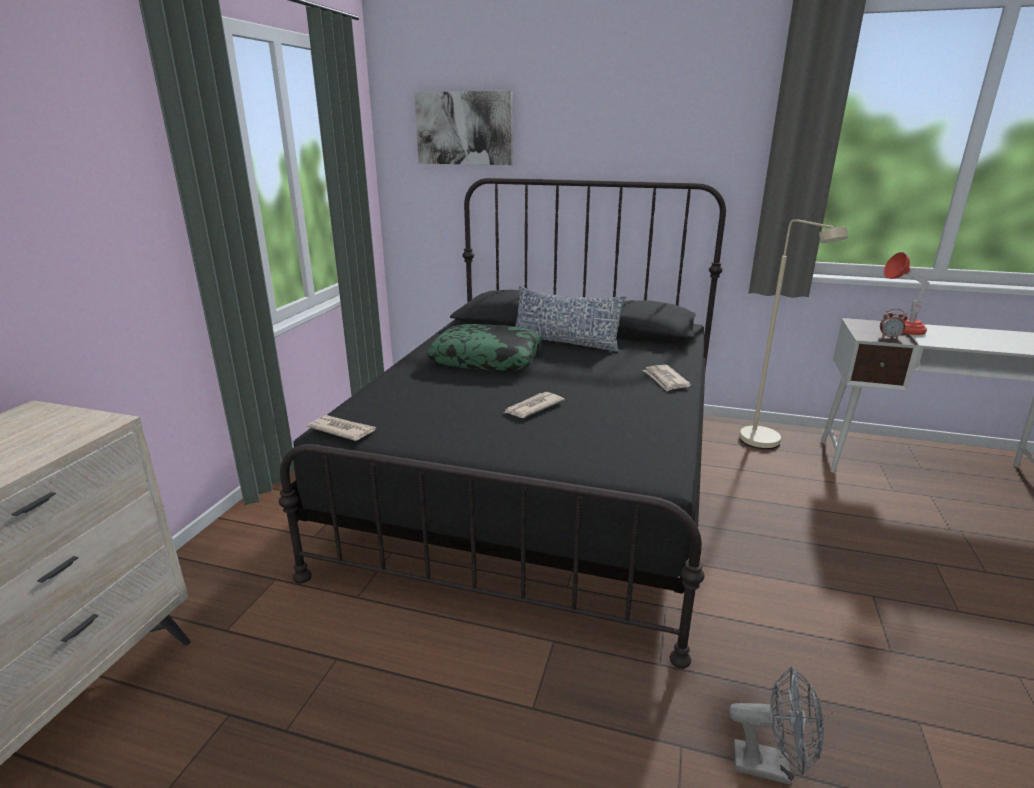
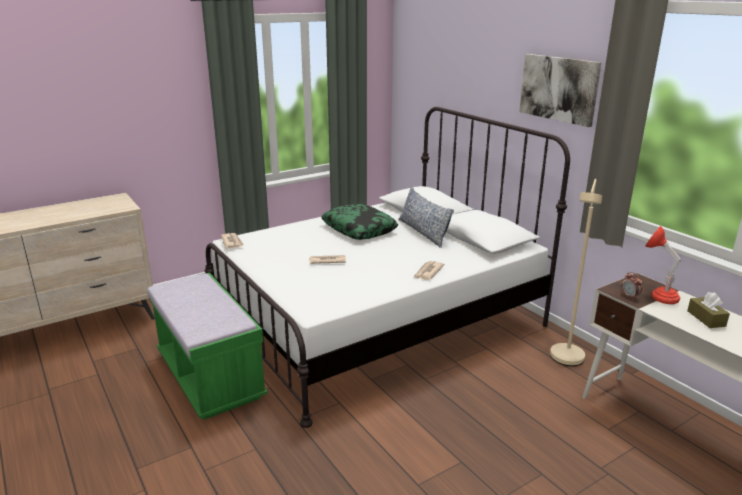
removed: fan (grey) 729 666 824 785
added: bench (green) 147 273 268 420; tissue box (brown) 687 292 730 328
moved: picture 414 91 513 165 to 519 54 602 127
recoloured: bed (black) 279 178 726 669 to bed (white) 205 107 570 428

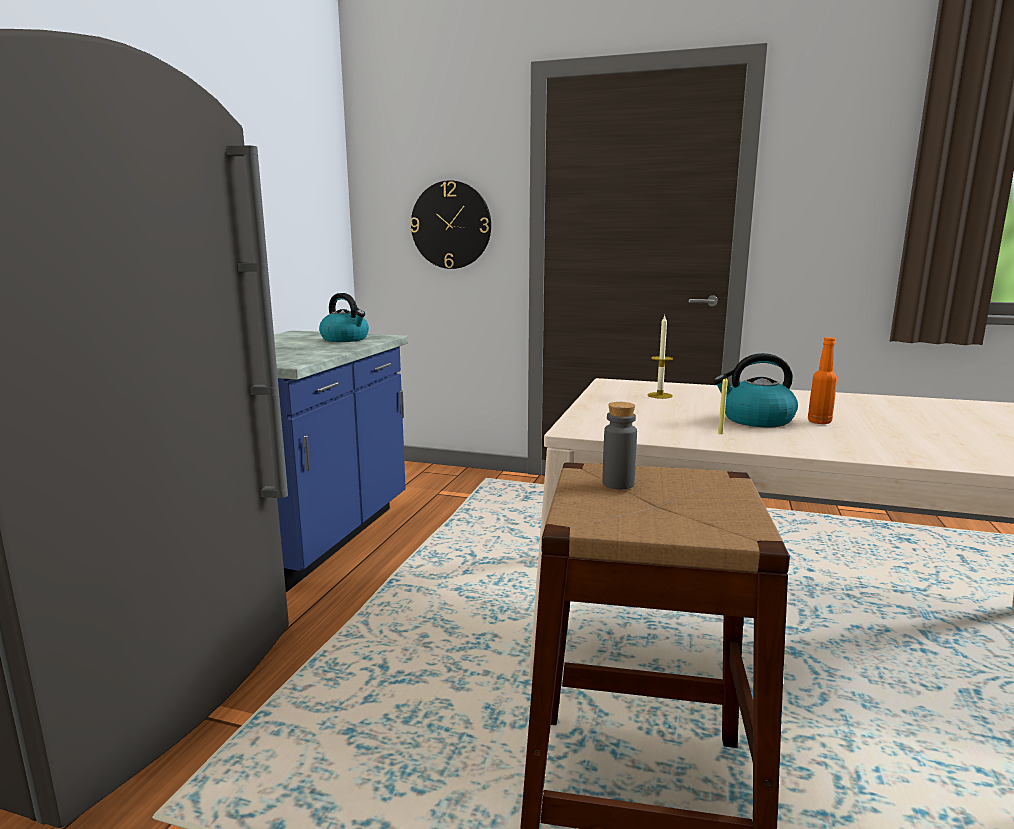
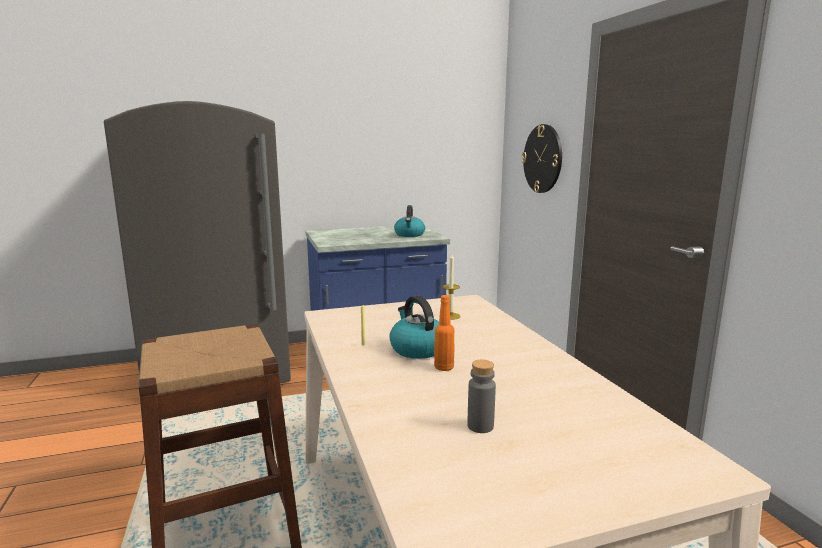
moved: bottle (grey) 602 402 637 489 to 467 360 496 433

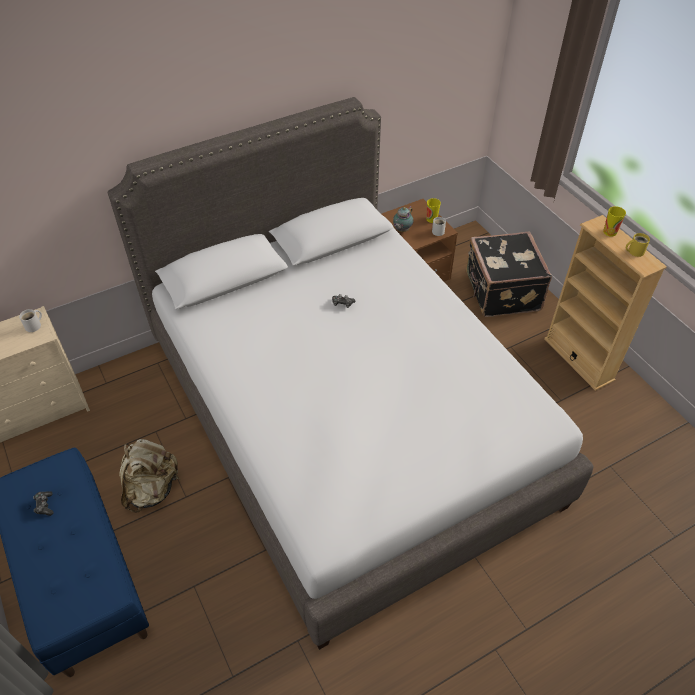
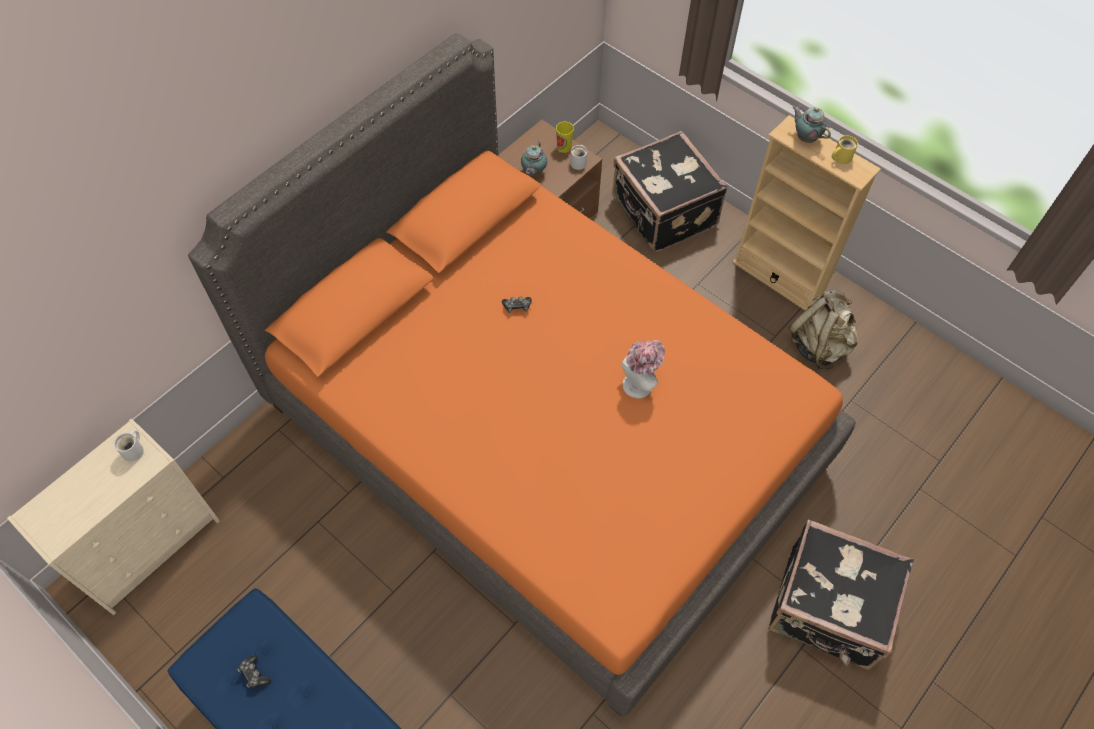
added: hat 622 340 665 399; suitcase (black) 768 520 914 670
moved: backpack (beige) 119 439 180 512 to 789 290 858 370
replaced: cup 603 206 626 237 to teapot 793 105 831 143
recoloured: bed (grey) 108 97 594 650 to bed (orange) 188 33 856 716

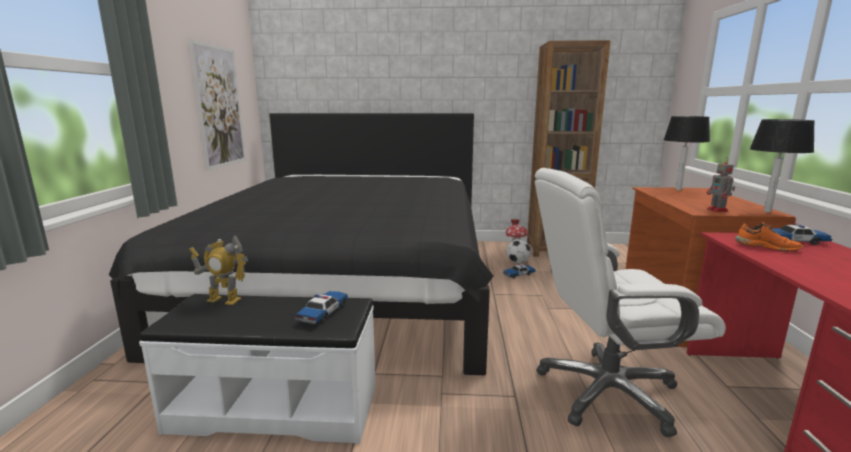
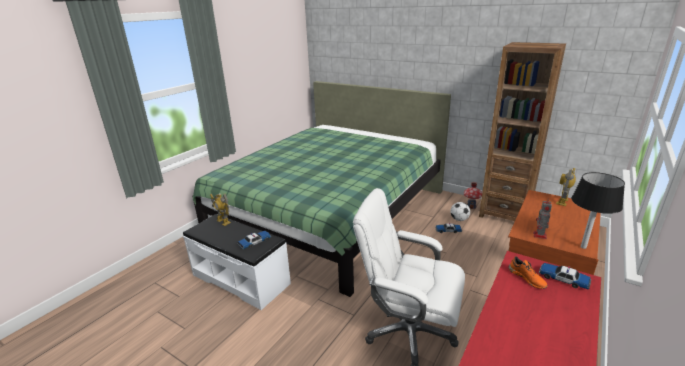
removed: picture 189 39 246 171
replaced: table lamp (black) 664 116 710 190 to toy robot 556 168 576 206
recoloured: bed (black) 109 113 494 375 to bed (green) 193 81 451 297

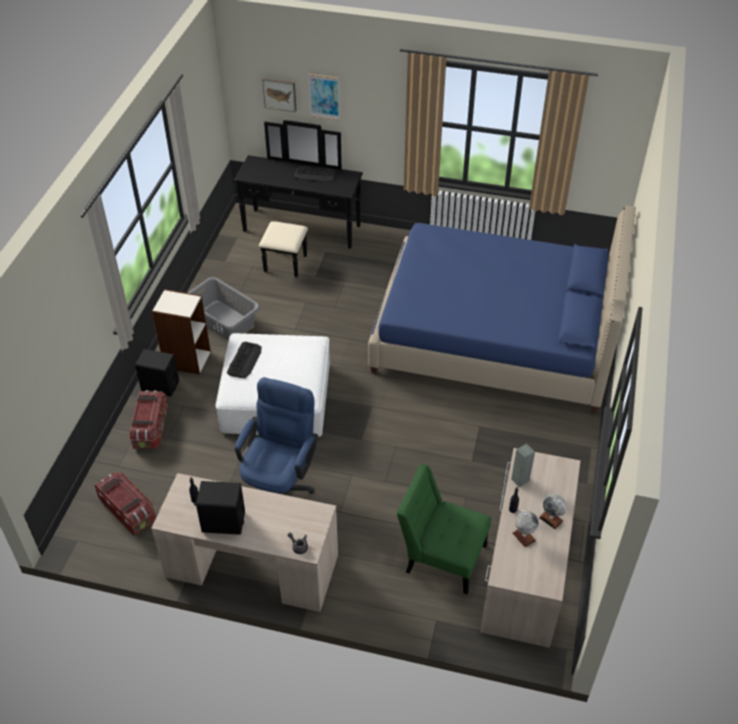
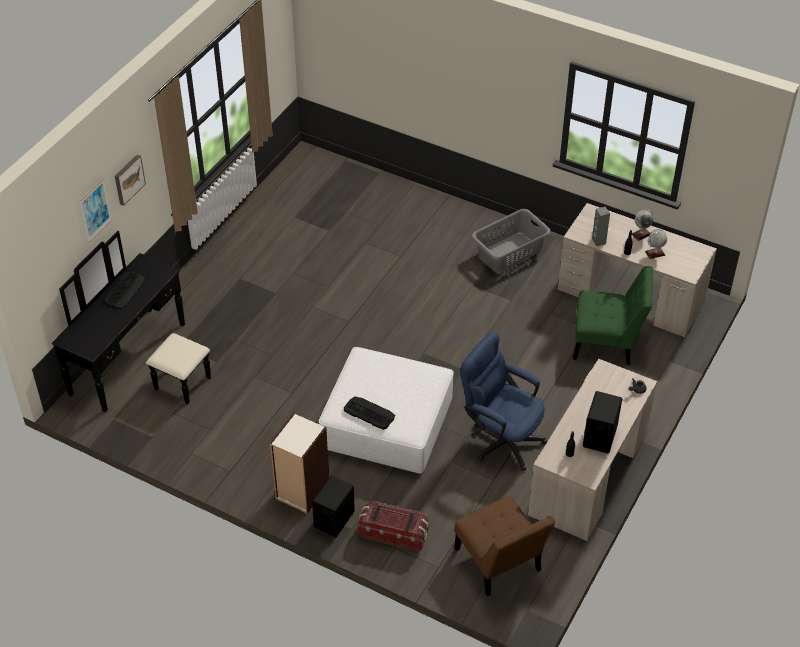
removed: bed (blue) 368 206 636 413
moved: picture 262 78 296 112 to 115 155 146 206; laundry basket (grey) 188 277 260 341 to 471 209 551 272
replaced: storage box 94 472 155 536 to chair (brown) 454 496 555 596
turned: chair (green) 397 464 491 594 = 573 266 653 365 120 degrees counterclockwise

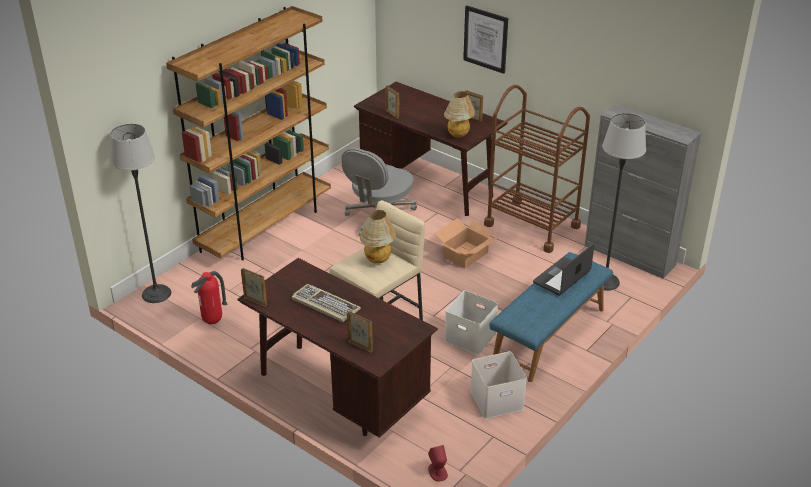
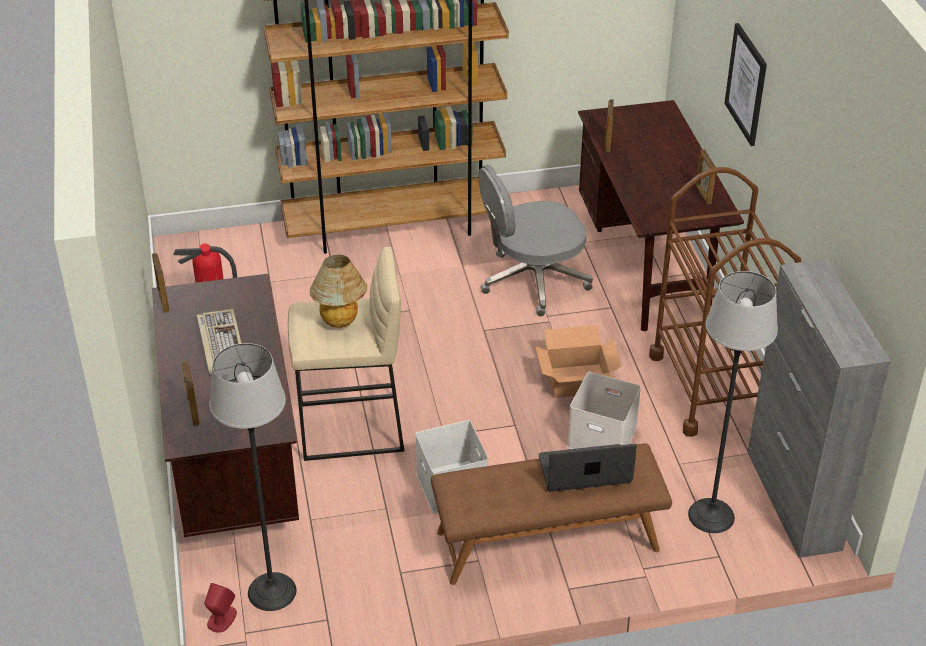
removed: table lamp 444 91 476 138
moved: floor lamp 110 124 171 303 to 210 343 297 611; storage box (white) 470 351 527 419 to 567 372 641 449
recoloured: bench (blue) 489 252 613 382 to bench (brown) 431 443 672 585

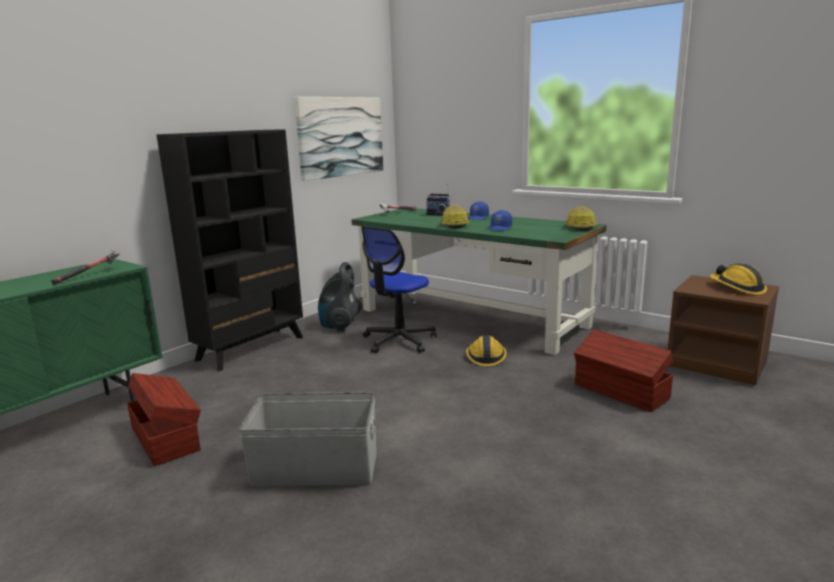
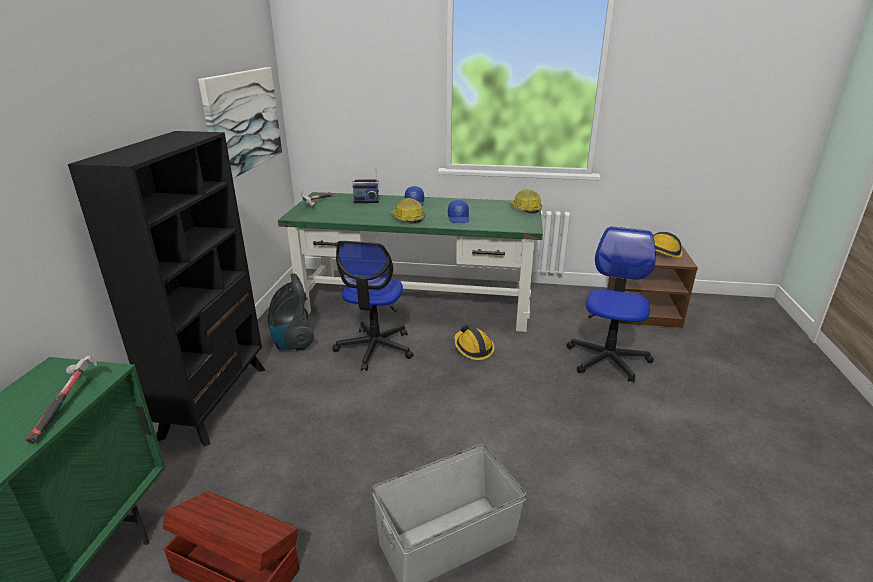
replaced: storage box (brown) 574 330 673 412 to office chair 566 226 656 383

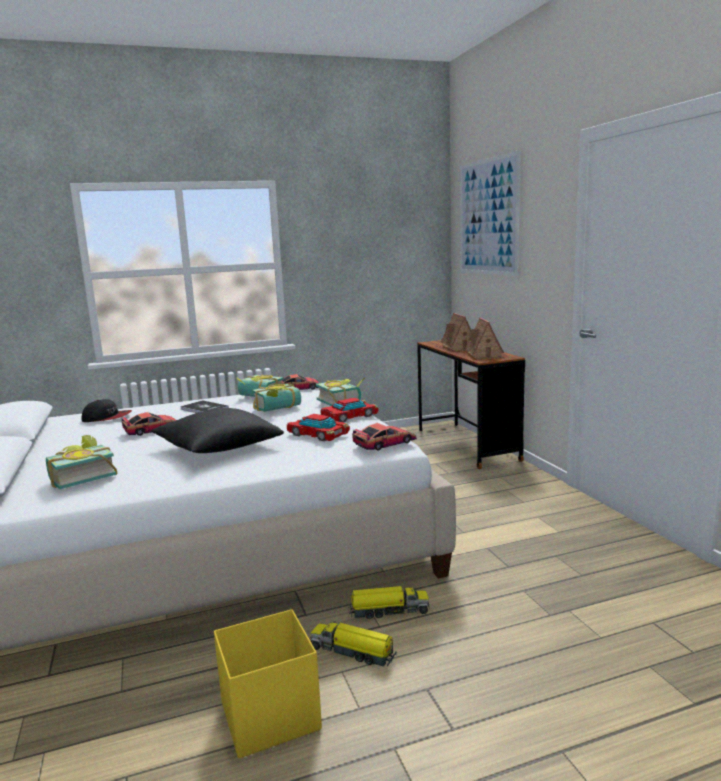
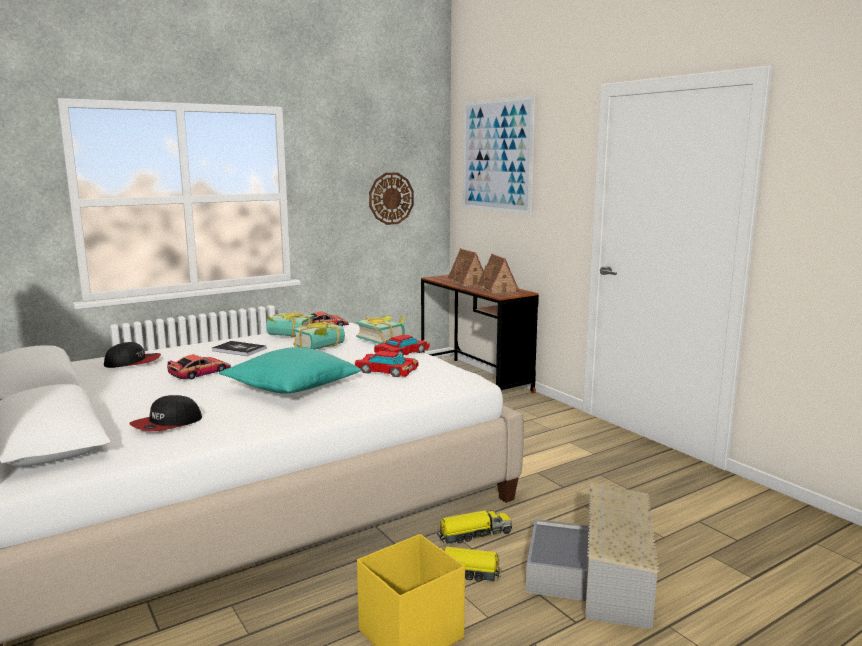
removed: toy car 352 423 417 451
added: wall clock 369 173 414 225; storage box (grey) 526 482 659 629
replaced: book 46 435 117 489 to cap 130 395 202 431
recoloured: pillow (black) 151 408 284 453 to pillow (turquoise) 219 347 361 394

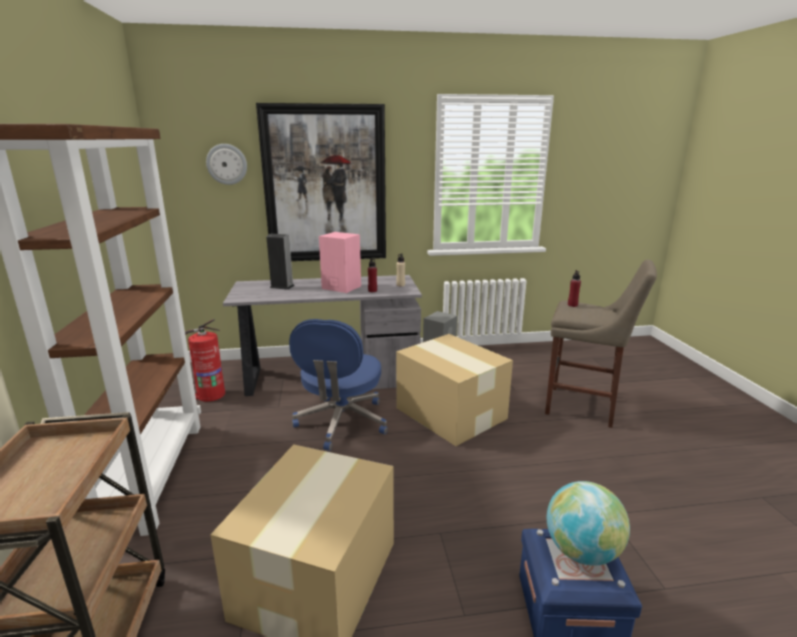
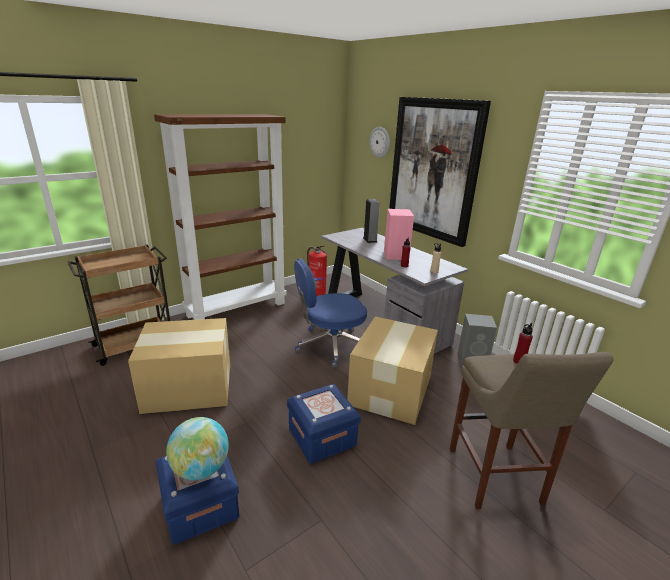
added: storage box (blue) 287 384 361 464

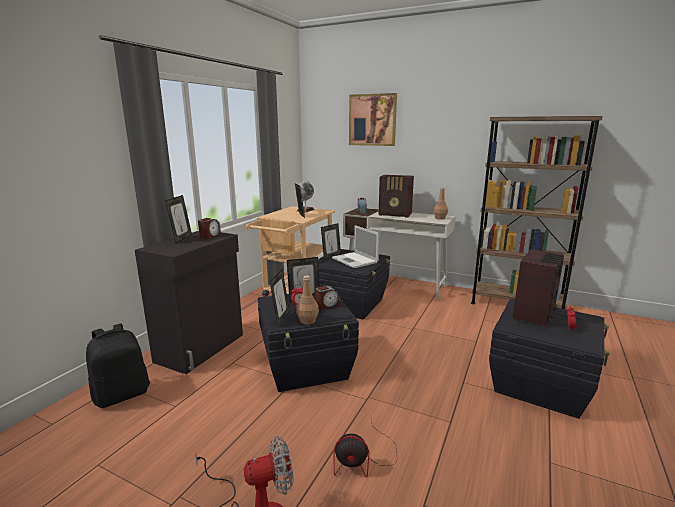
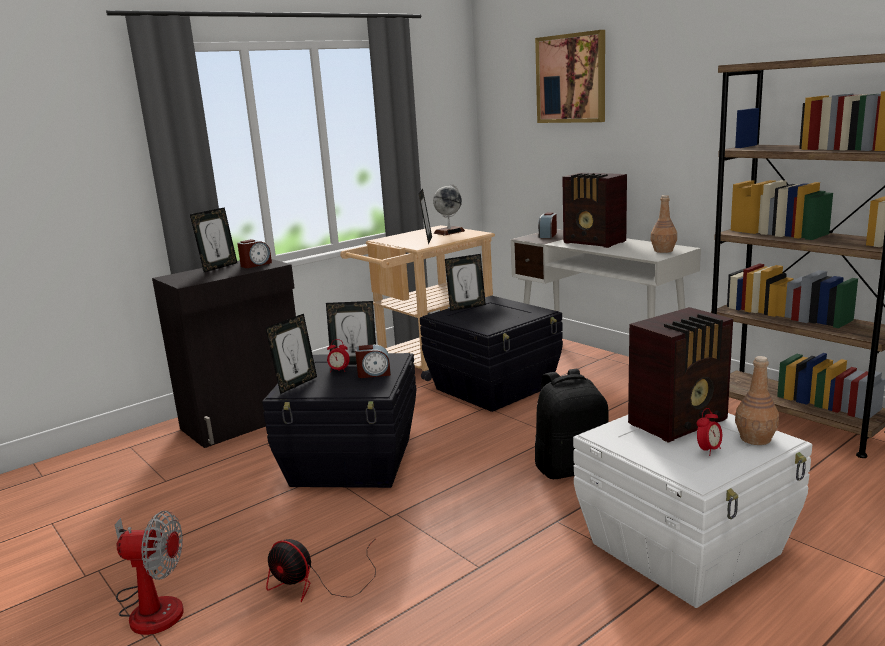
removed: laptop 332 225 379 268
moved: bottle (brown) 296 275 319 325 to 735 356 779 445; backpack (black) 86 324 150 408 to 535 369 609 479
recoloured: storage box (black) 489 299 609 419 to storage box (white) 573 413 812 608

